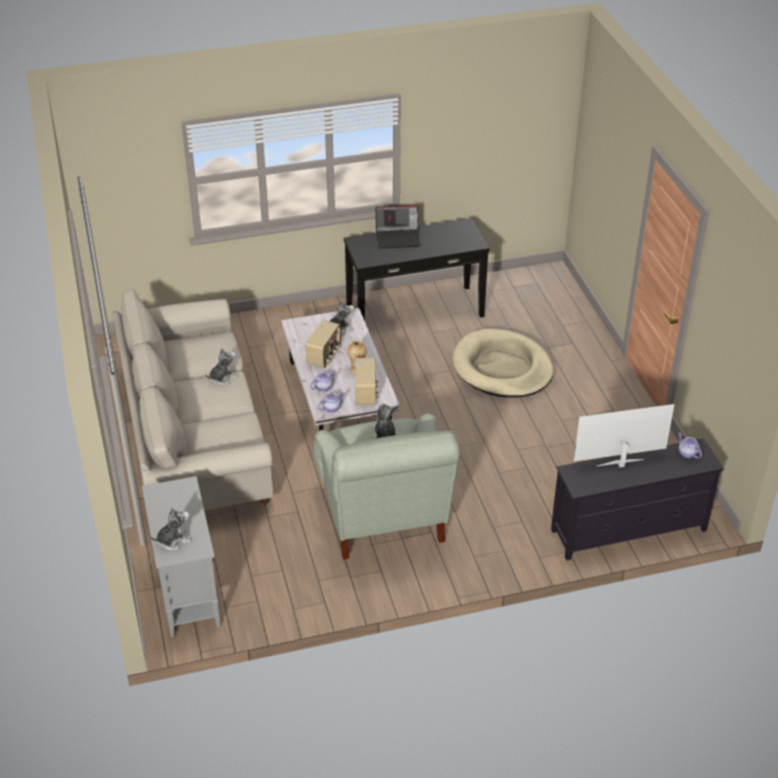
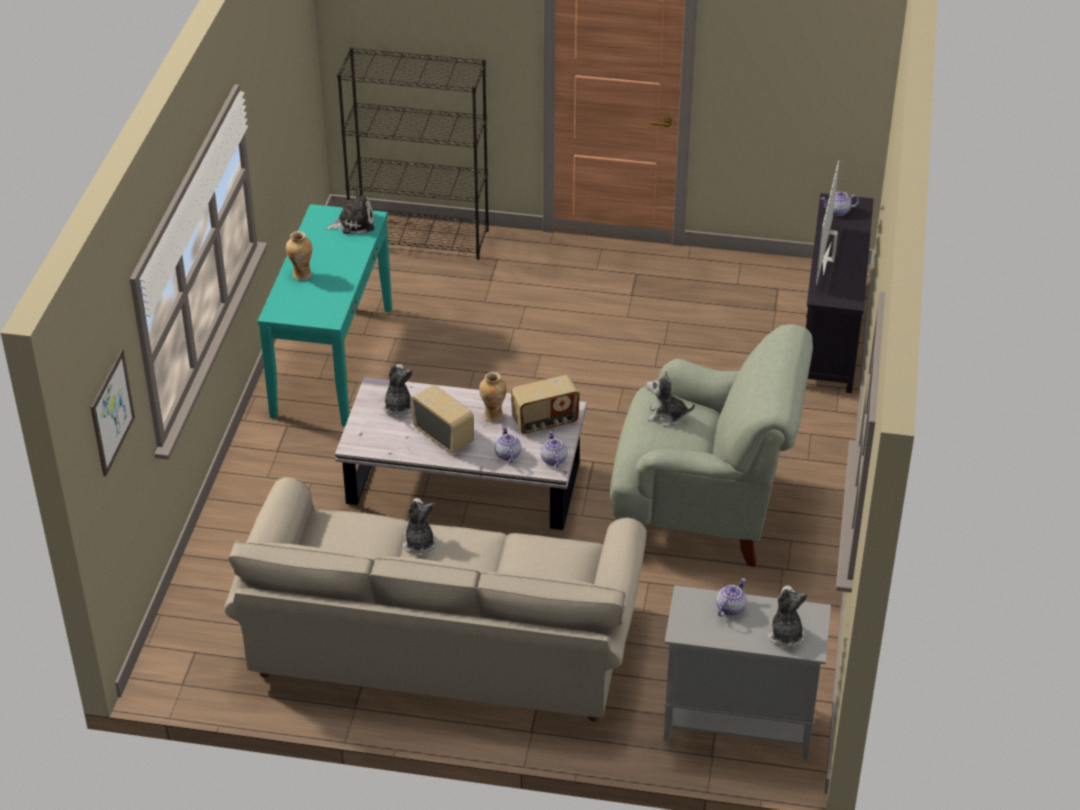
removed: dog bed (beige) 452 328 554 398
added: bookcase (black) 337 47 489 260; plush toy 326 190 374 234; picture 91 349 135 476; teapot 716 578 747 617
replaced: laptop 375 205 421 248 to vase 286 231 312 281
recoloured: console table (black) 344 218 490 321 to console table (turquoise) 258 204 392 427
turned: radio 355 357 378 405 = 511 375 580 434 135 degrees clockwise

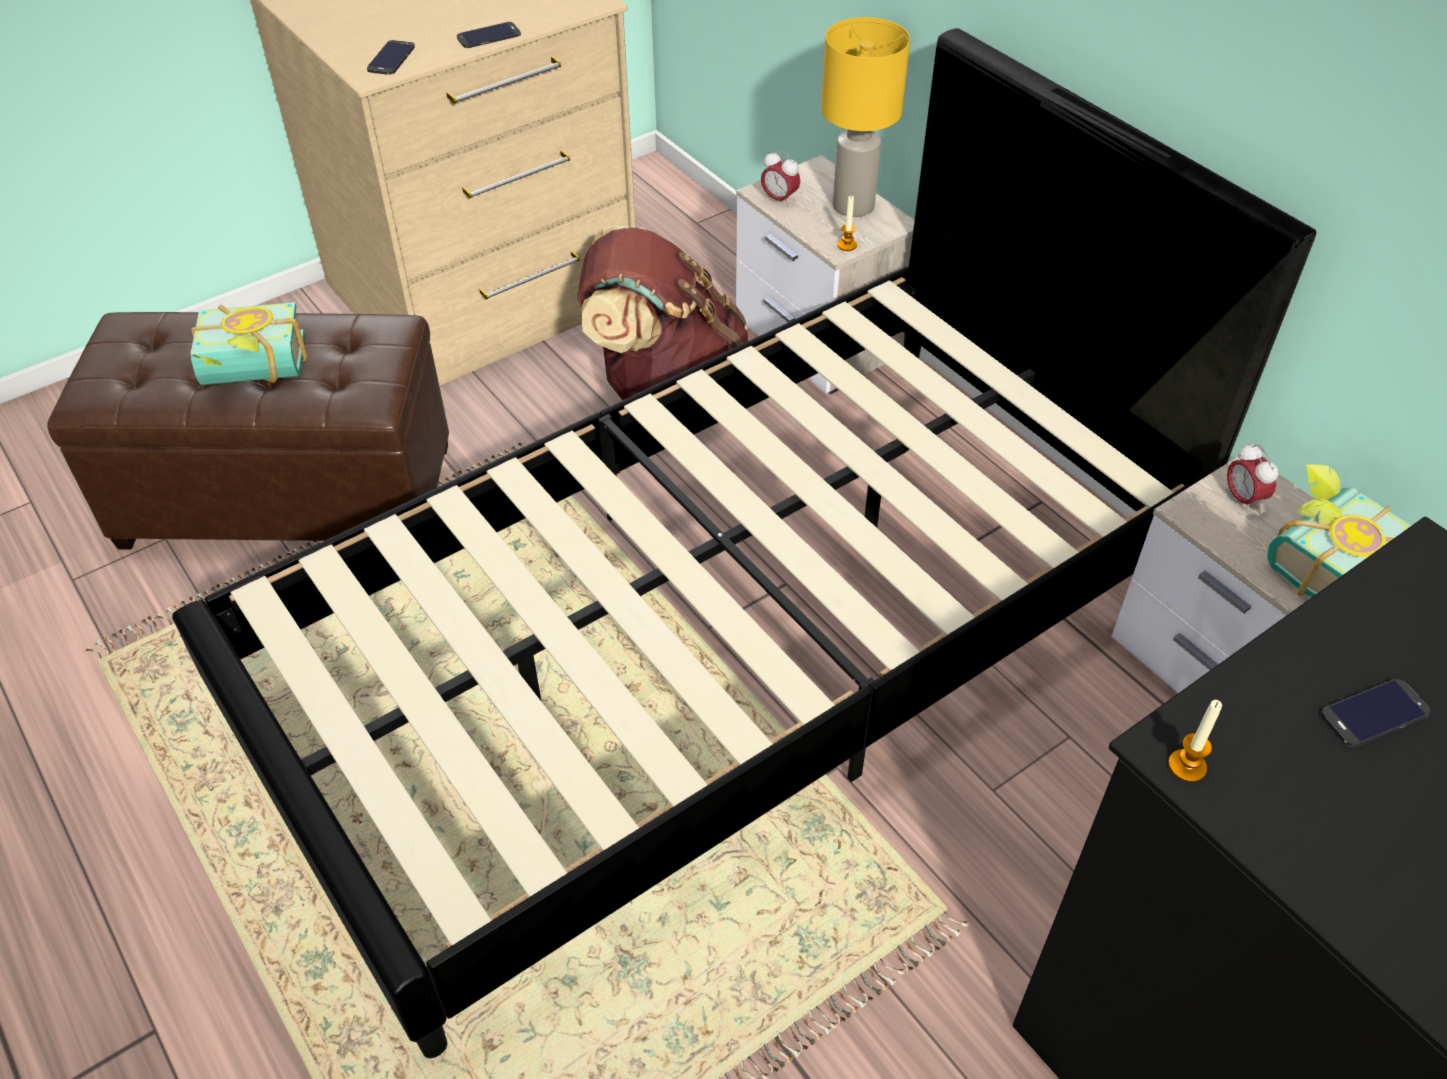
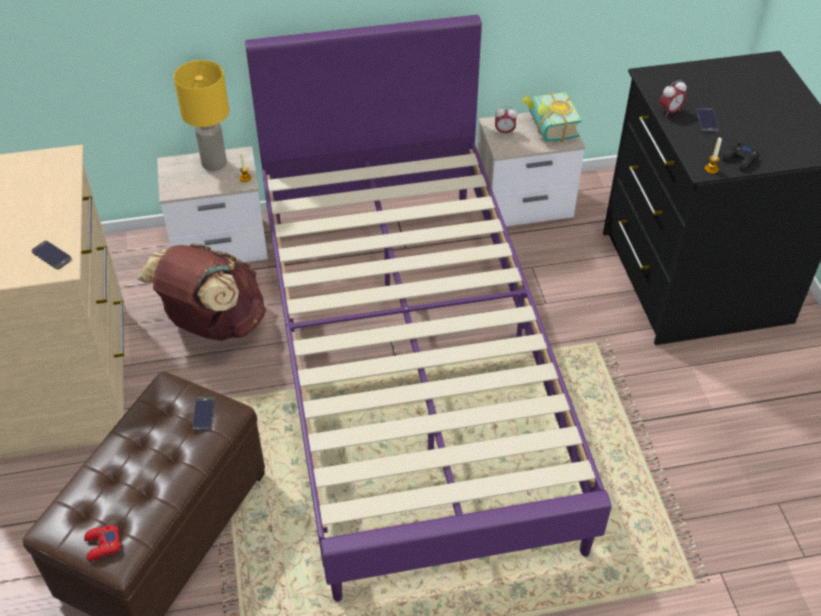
removed: book 191 302 307 385
added: game controller (black) 723 142 759 171; game controller (red) 84 525 121 561
moved: phone 457 22 521 48 to 192 397 215 431; alarm clock 761 150 800 207 to 659 80 687 117
recoloured: bed (black) 172 28 1317 1058 to bed (purple) 245 15 612 602

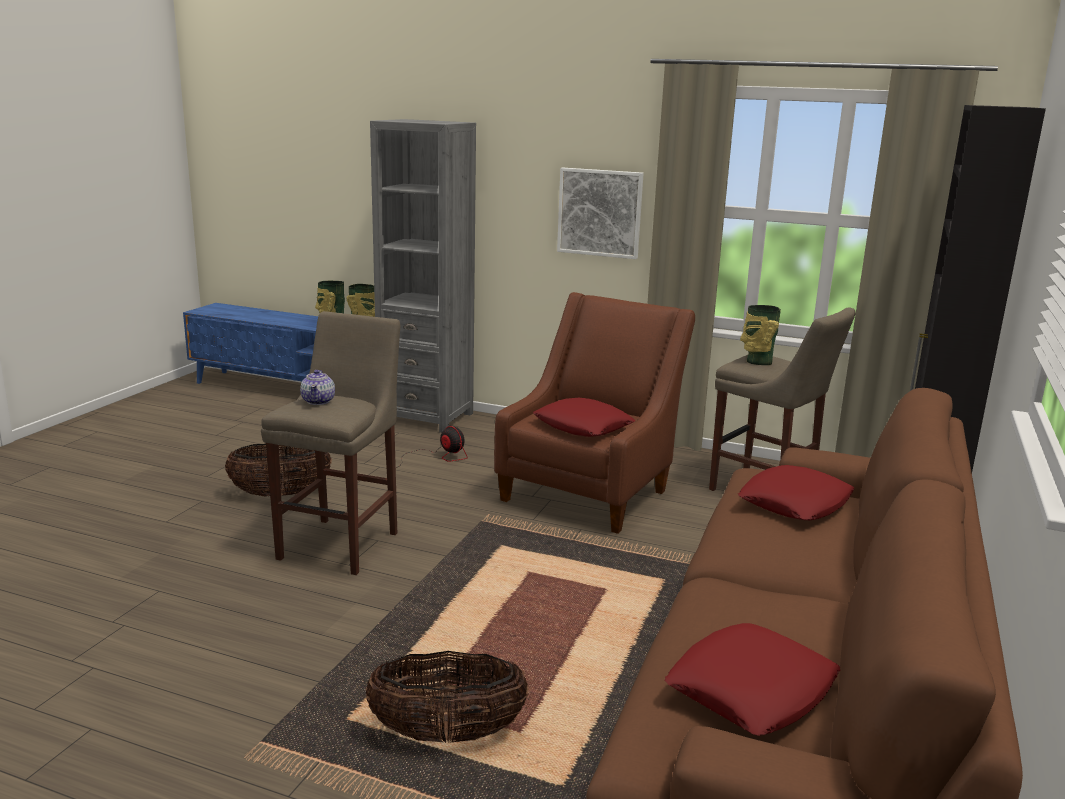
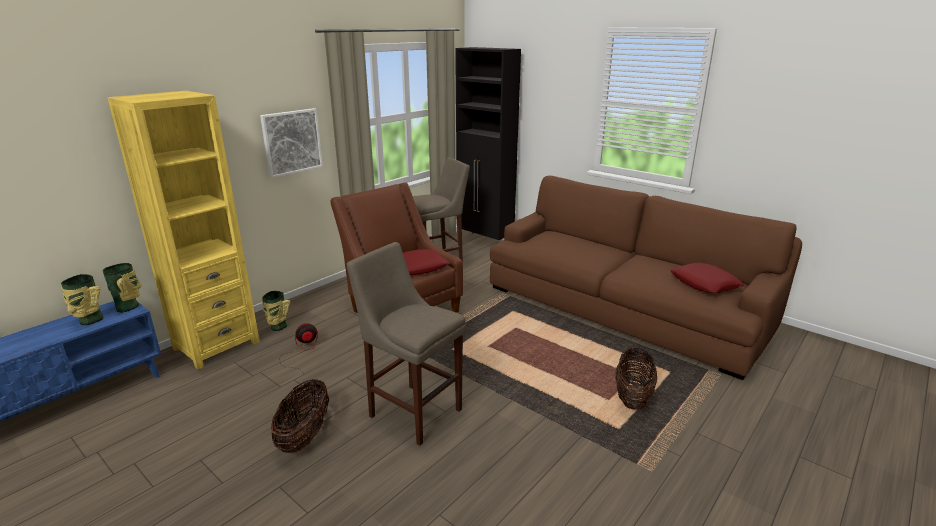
removed: teapot 300 370 335 405; pillow (red) 738 465 854 520
moved: vase 740 305 781 365 to 262 291 290 331
recoloured: bookcase (grey) 370 119 476 433 to bookcase (yellow) 108 91 260 369

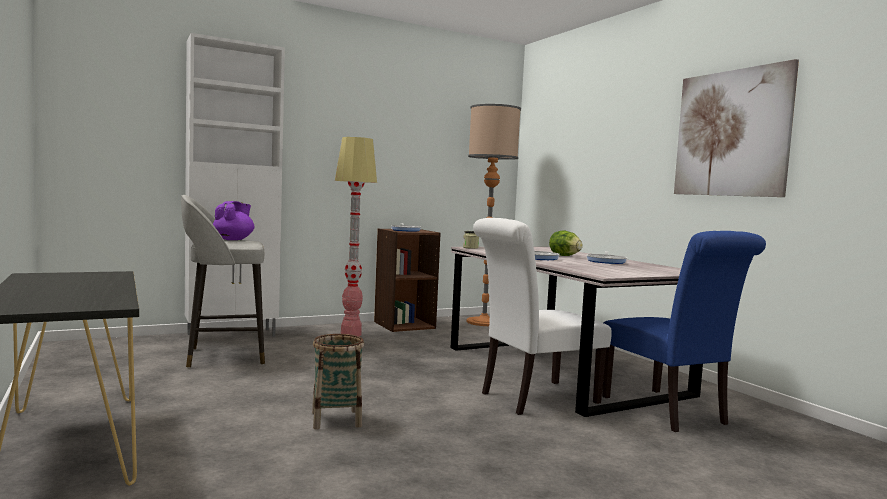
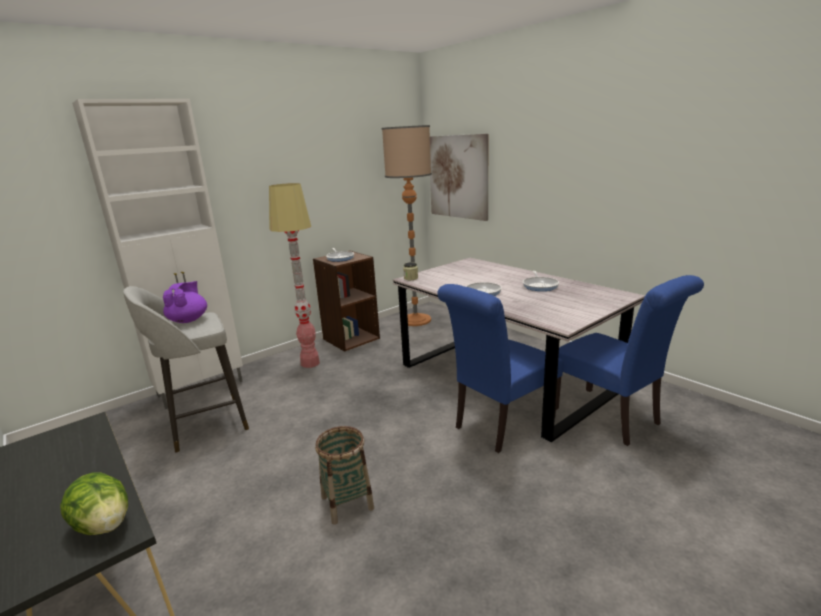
moved: picture 674 59 799 197 to 430 134 489 221; lettuce 549 230 583 256 to 60 472 128 535
recoloured: chair (white) 473 218 612 415 to chair (blue) 437 284 564 453

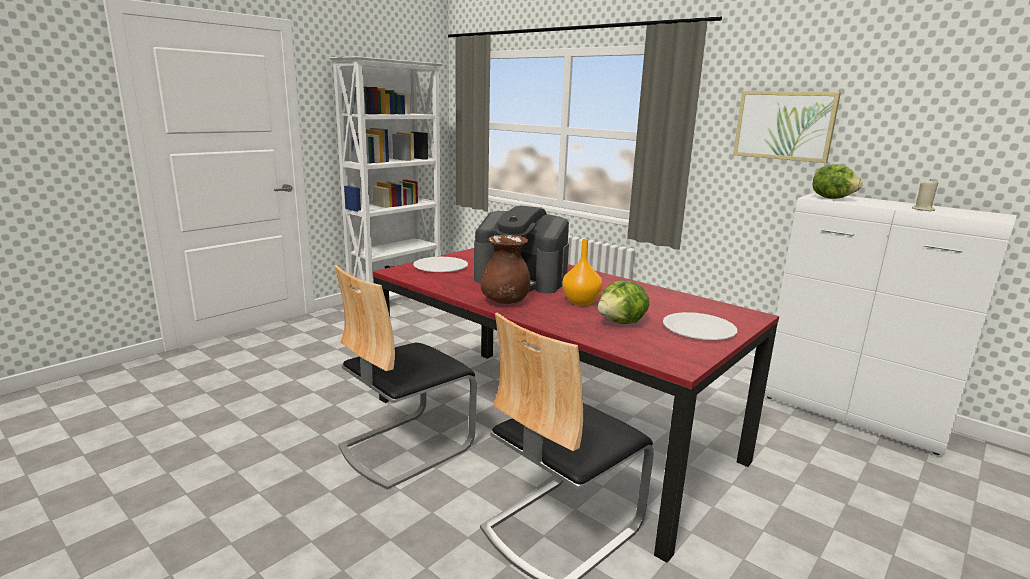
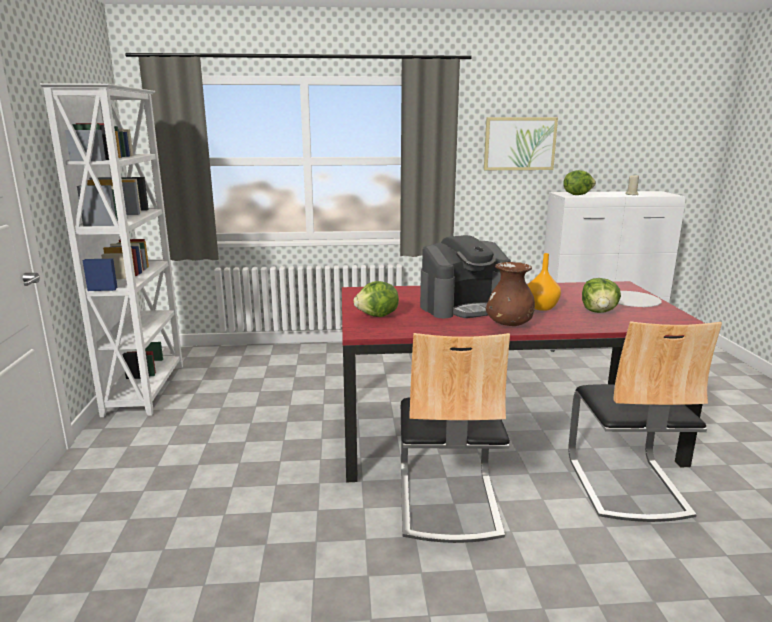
replaced: plate (white) 413 257 468 272 to lettuce 353 281 399 317

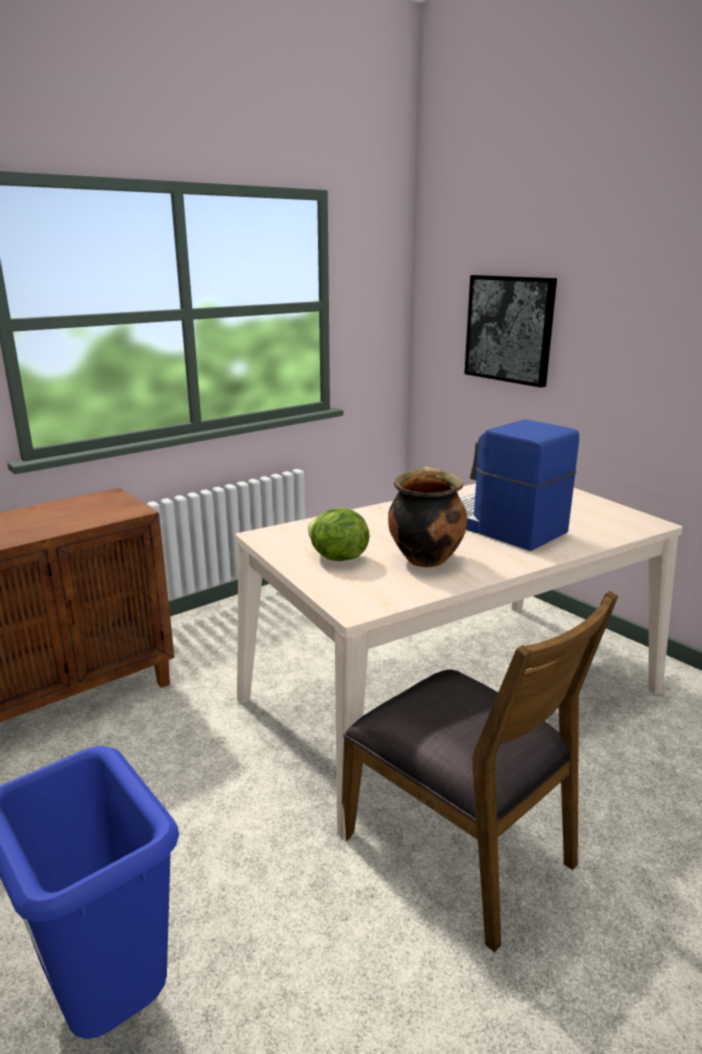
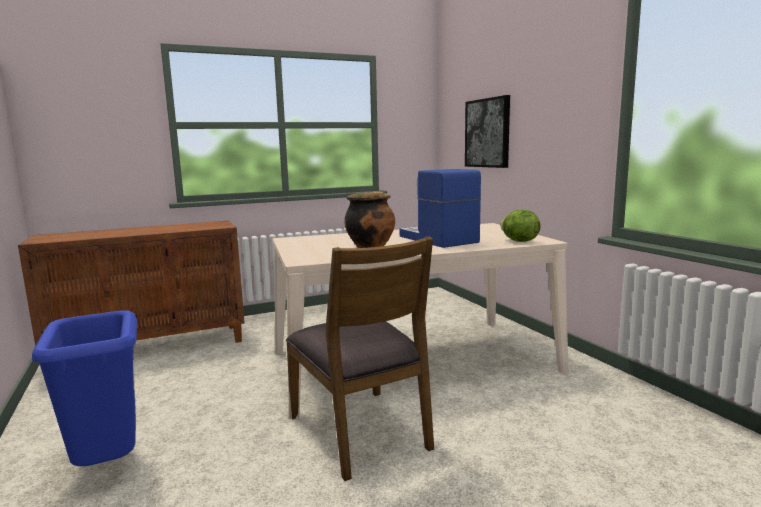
moved: lettuce 308 508 370 561 to 500 210 541 242

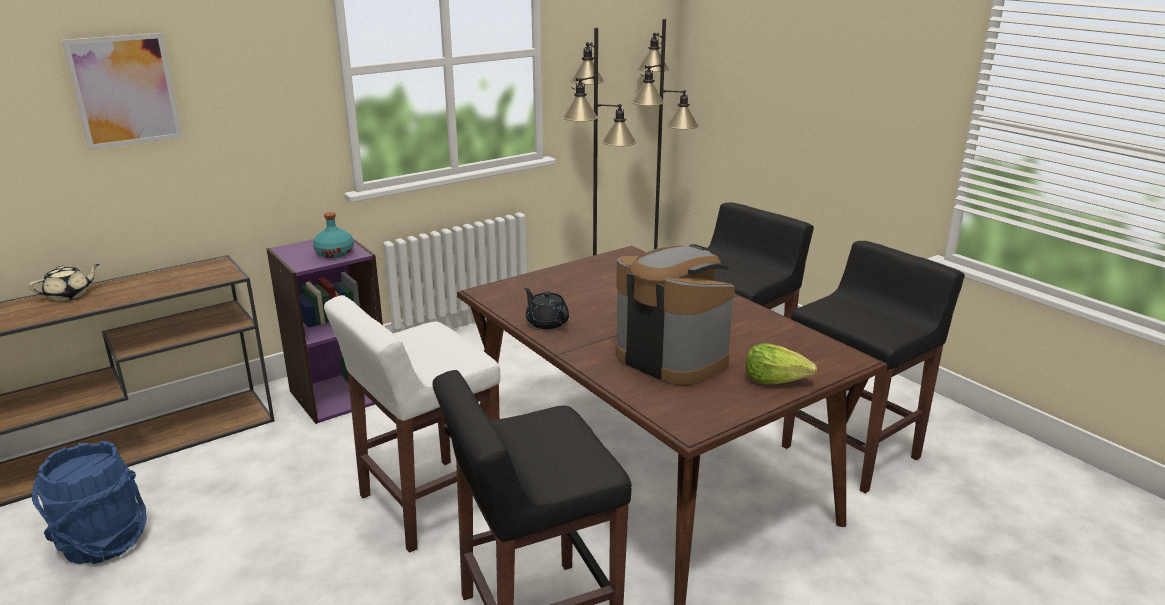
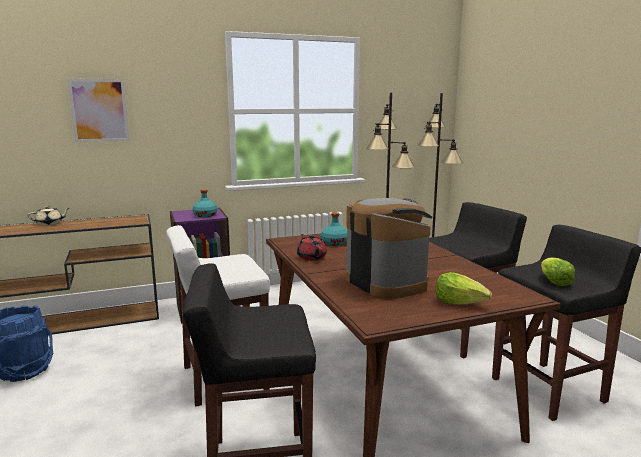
added: bottle (turquoise) 321 212 347 246; lettuce 541 258 575 286
recoloured: teapot (black) 524 288 569 329 to teapot (red) 297 234 327 261

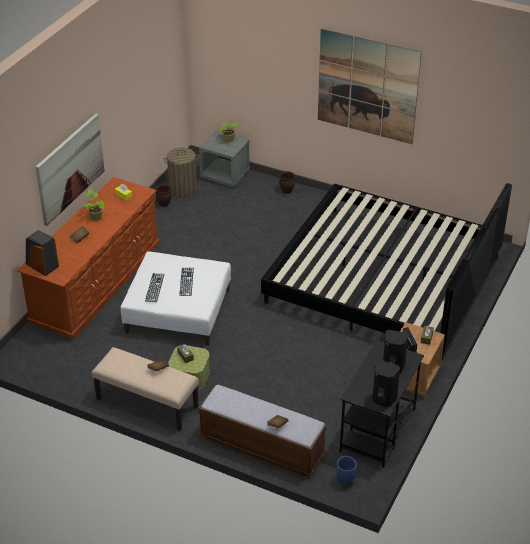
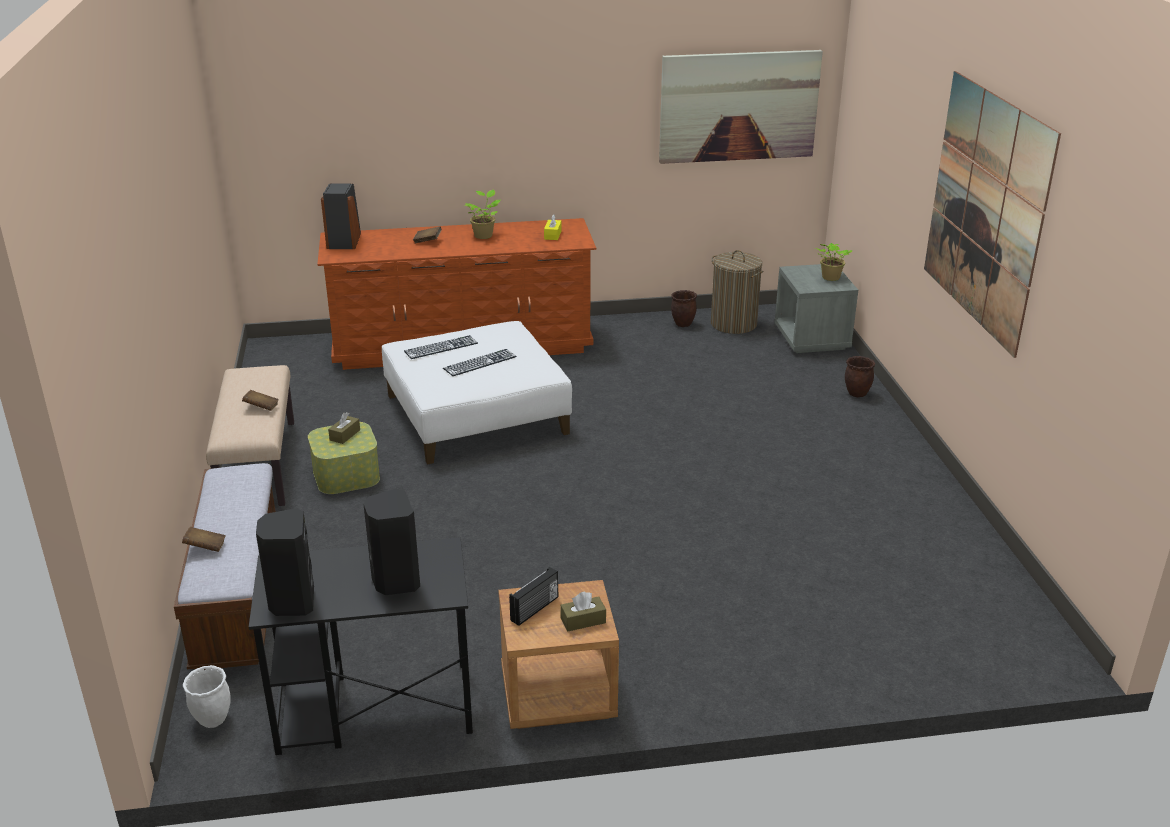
removed: bed 261 183 512 361
moved: picture 35 113 105 226 to 659 50 823 164
recoloured: planter (blue) 336 456 357 484 to planter (white) 183 665 231 728

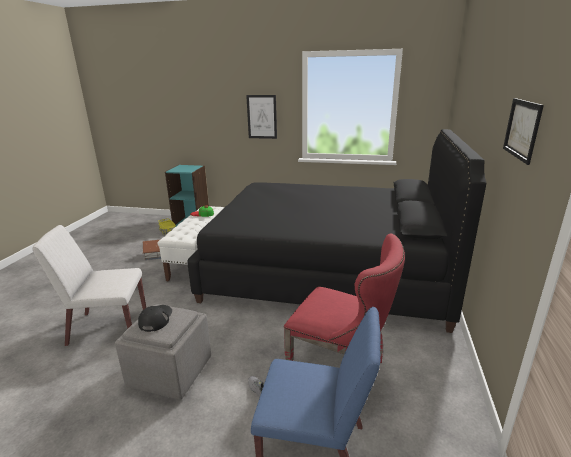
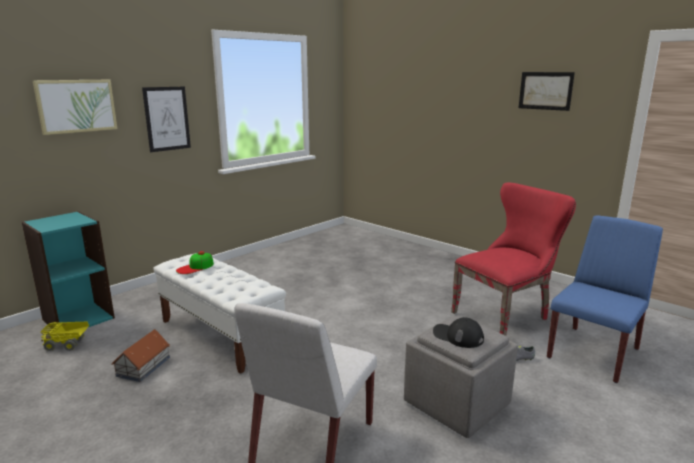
removed: bed (black) 187 129 486 333
added: picture 32 80 118 135

